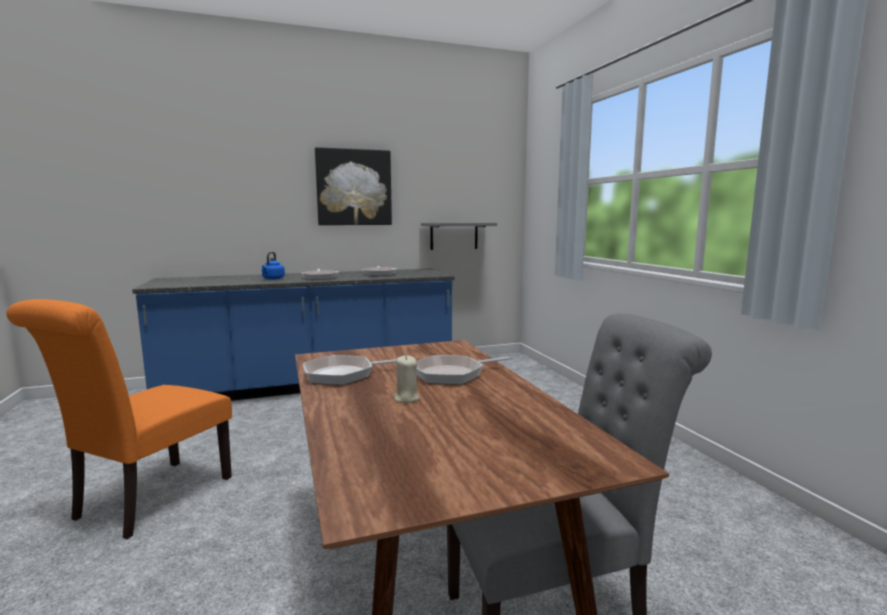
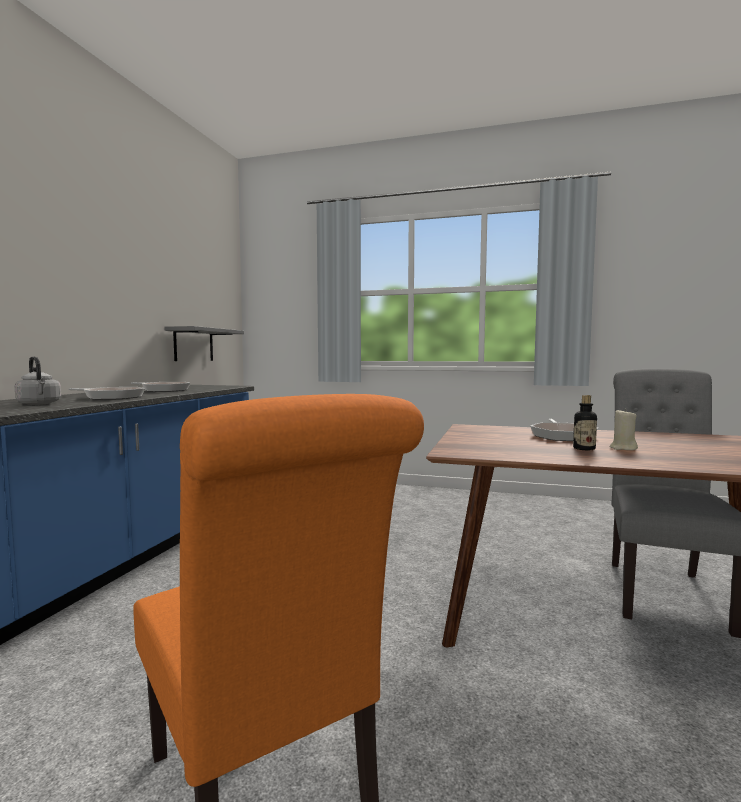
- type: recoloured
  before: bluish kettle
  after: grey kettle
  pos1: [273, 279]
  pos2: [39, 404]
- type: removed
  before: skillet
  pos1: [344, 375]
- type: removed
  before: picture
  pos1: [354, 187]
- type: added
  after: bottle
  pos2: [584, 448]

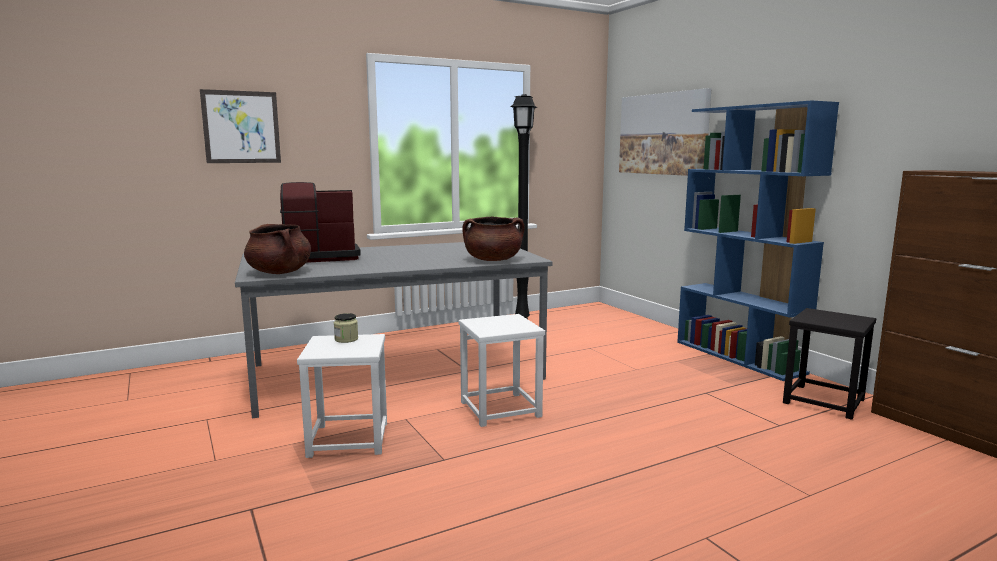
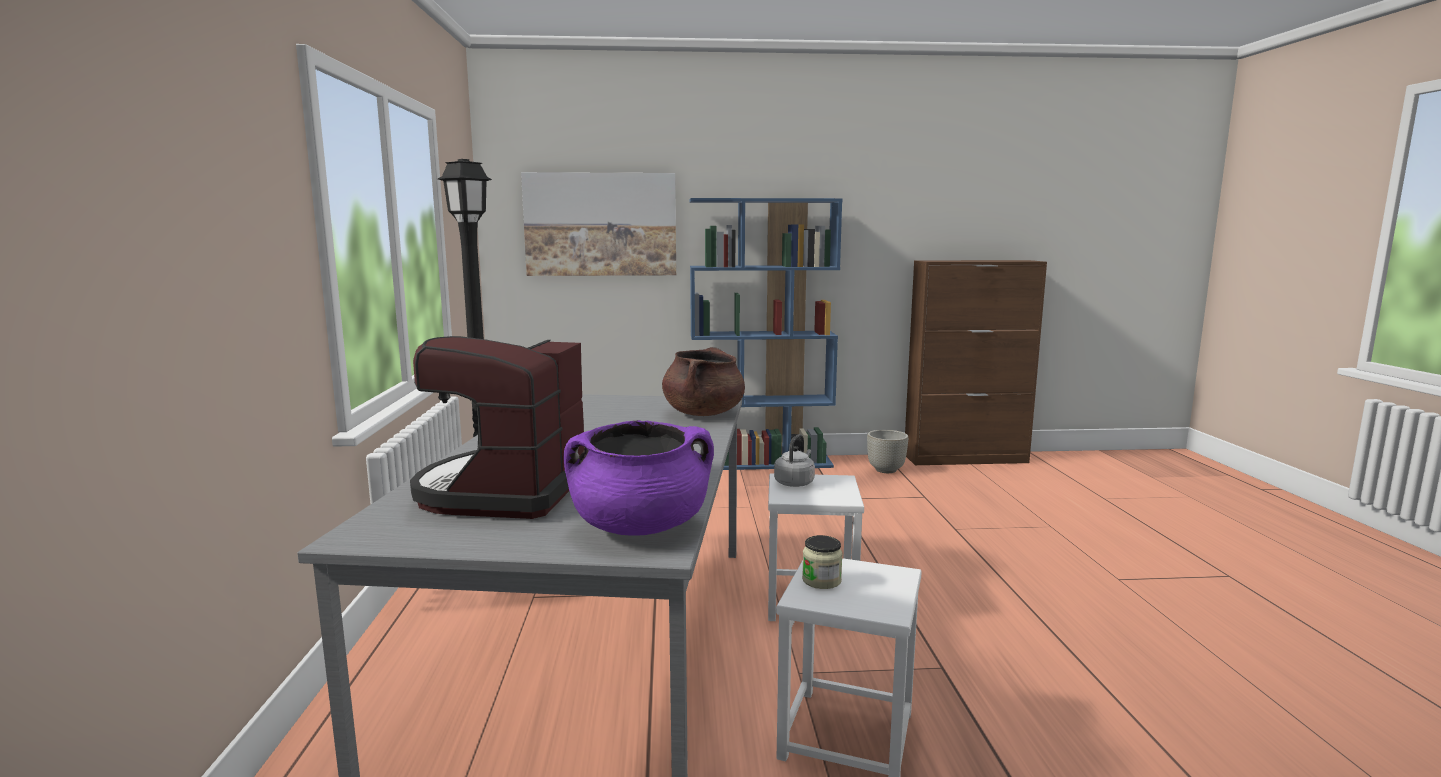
- type: removed
  before: picture
  pos1: [241, 127]
- type: recoloured
  before: brown-coloured cooking pot
  after: purple cooking pot
  pos1: [280, 272]
  pos2: [641, 527]
- type: replaced
  before: black stool seat
  after: grey plant pot
  pos1: [823, 401]
  pos2: [886, 470]
- type: added
  after: grey kettle
  pos2: [795, 482]

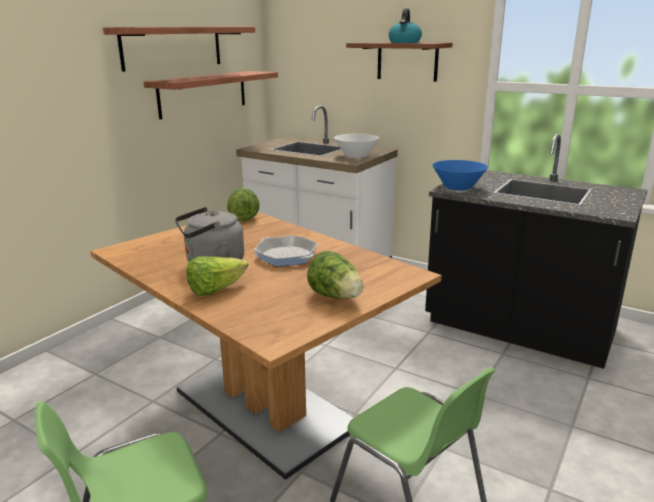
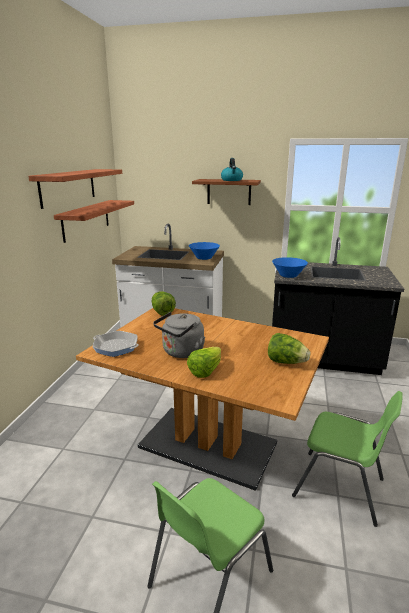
- type: moved
  before: skillet
  pos1: [286, 256]
  pos2: [116, 347]
- type: recoloured
  before: whitish deep dish
  after: bluish deep dish
  pos1: [356, 156]
  pos2: [204, 258]

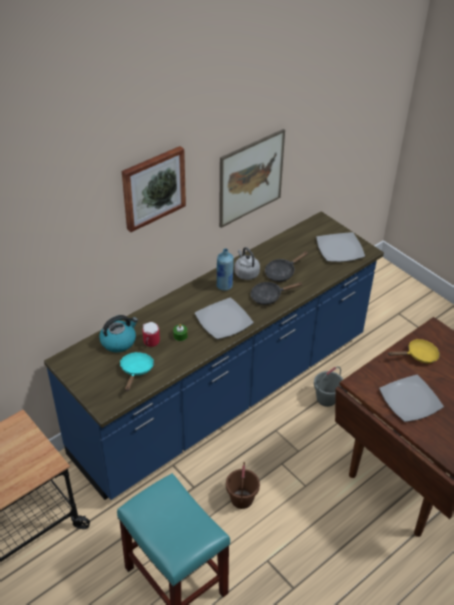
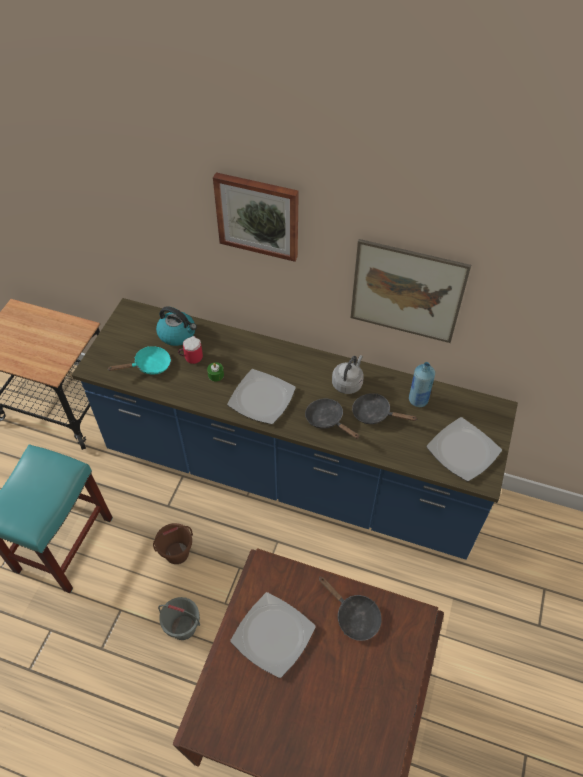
- type: moved
  before: bluish bottle
  pos1: [224, 286]
  pos2: [418, 400]
- type: moved
  before: grey pail
  pos1: [326, 398]
  pos2: [183, 627]
- type: recoloured
  before: yellow skillet
  after: black skillet
  pos1: [418, 355]
  pos2: [354, 616]

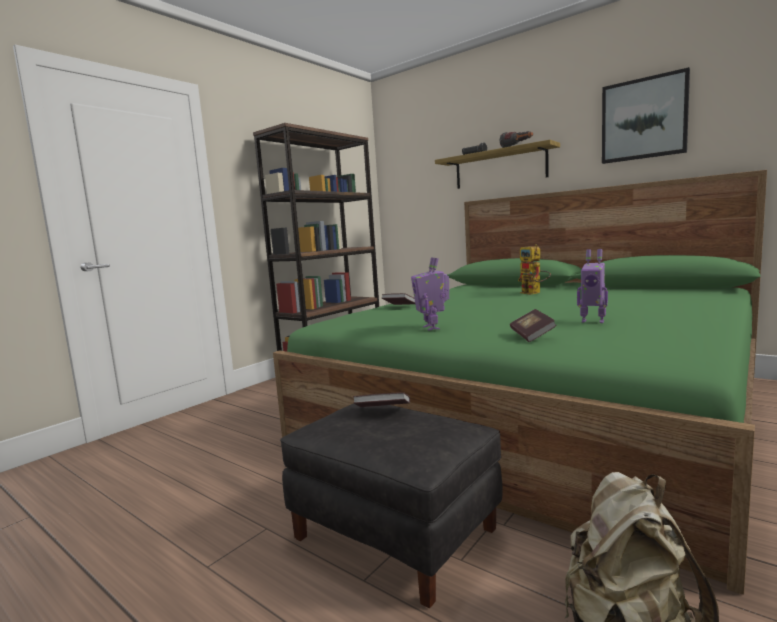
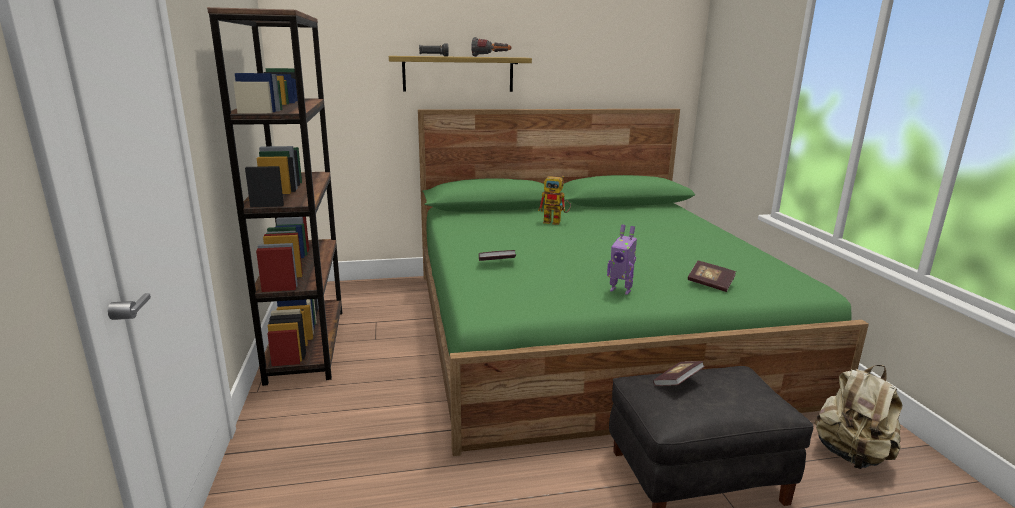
- type: removed
  before: robot figure
  pos1: [593, 321]
- type: removed
  before: picture
  pos1: [643, 119]

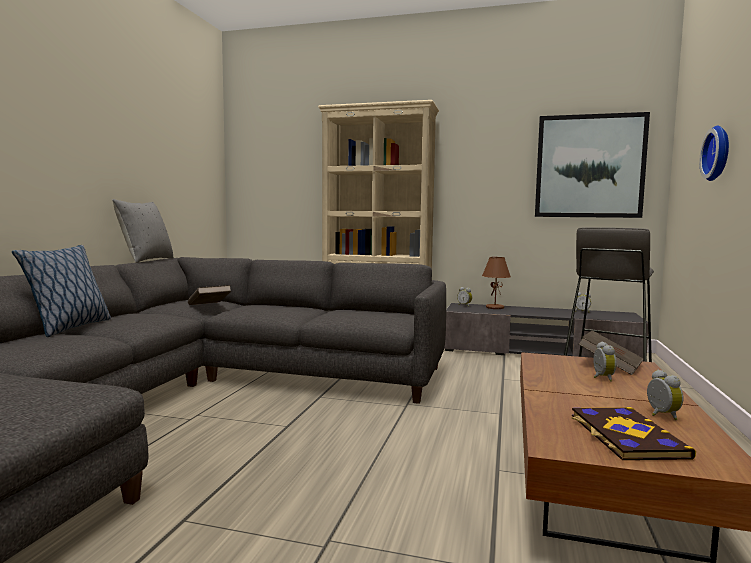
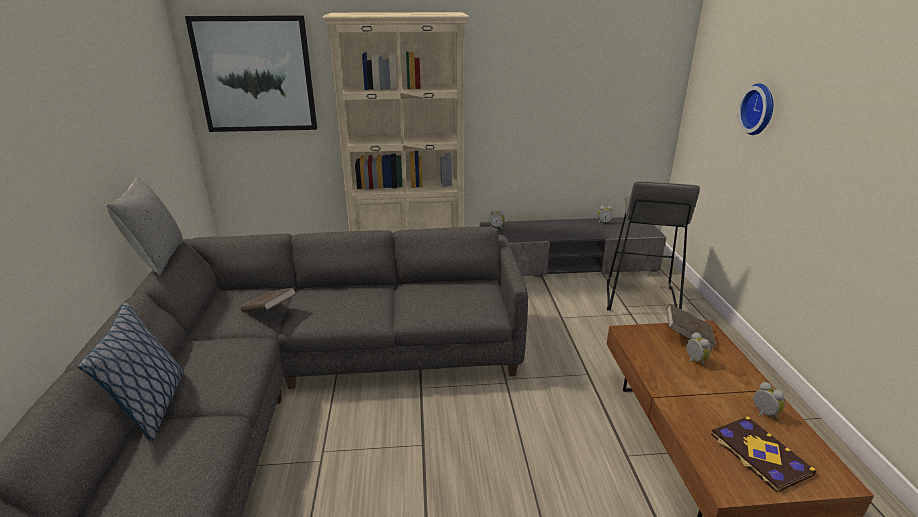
- type: removed
  before: brown-coloured tabletop lamp
  pos1: [495, 307]
- type: moved
  before: picture
  pos1: [589, 166]
  pos2: [255, 75]

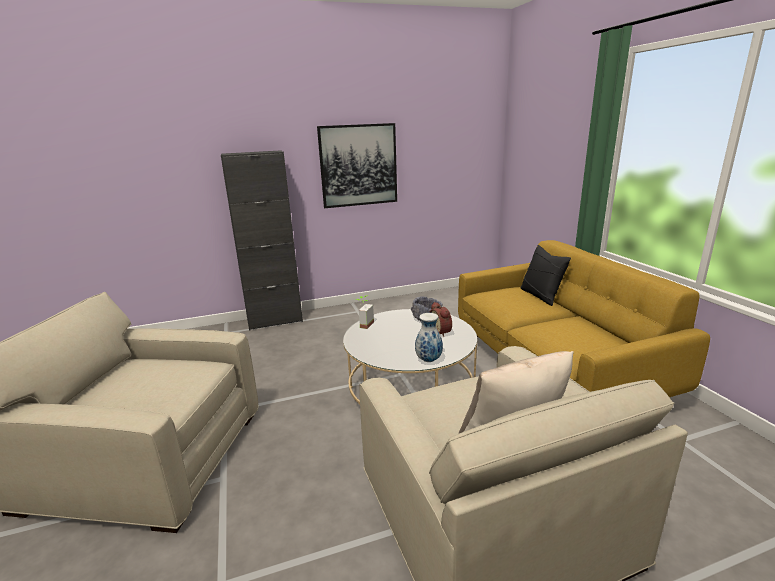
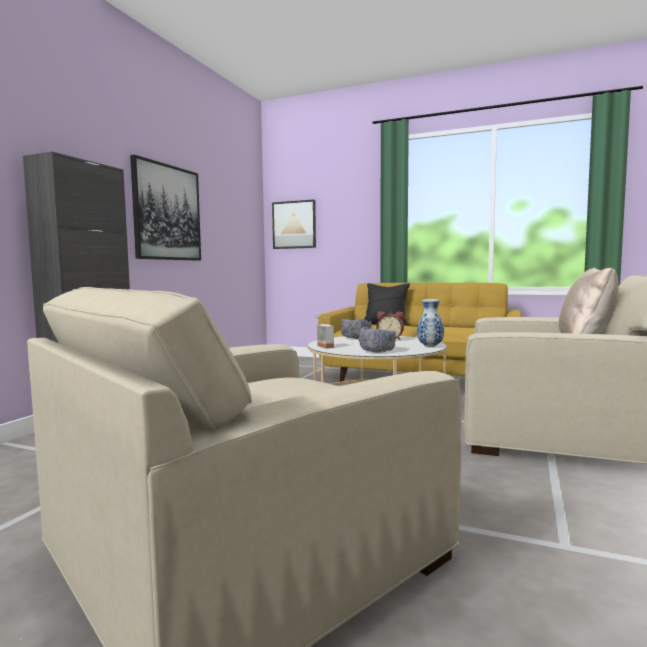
- type: added
  after: picture
  pos2: [294, 225]
- type: added
  after: grey deep dish
  pos2: [377, 351]

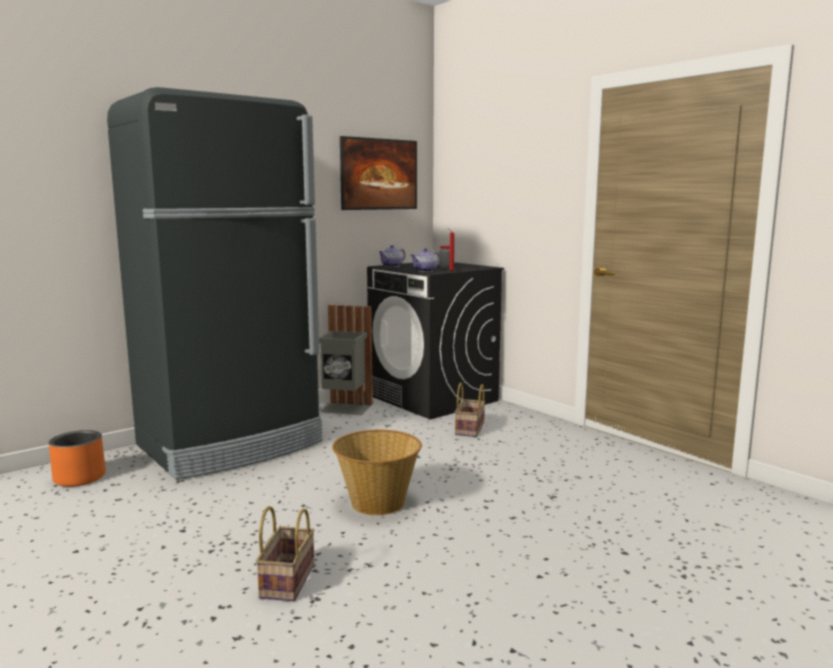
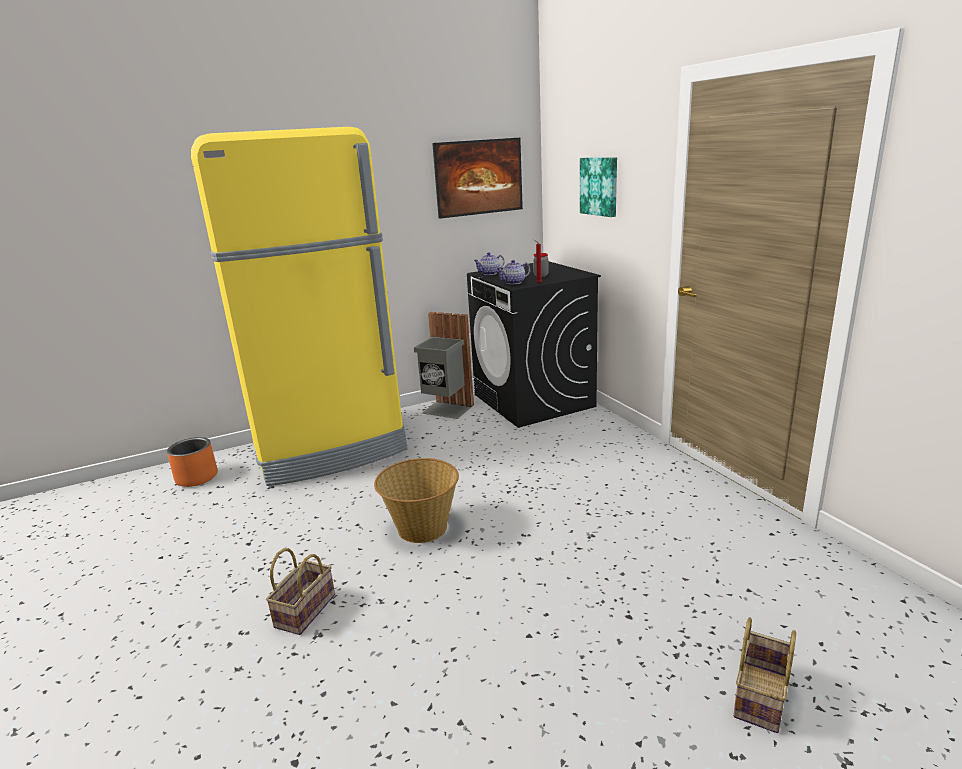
- type: recoloured
  before: black fridge
  after: yellow fridge
  pos1: [232, 445]
  pos2: [330, 448]
- type: moved
  before: household basket
  pos1: [470, 429]
  pos2: [761, 699]
- type: added
  after: picture
  pos2: [600, 186]

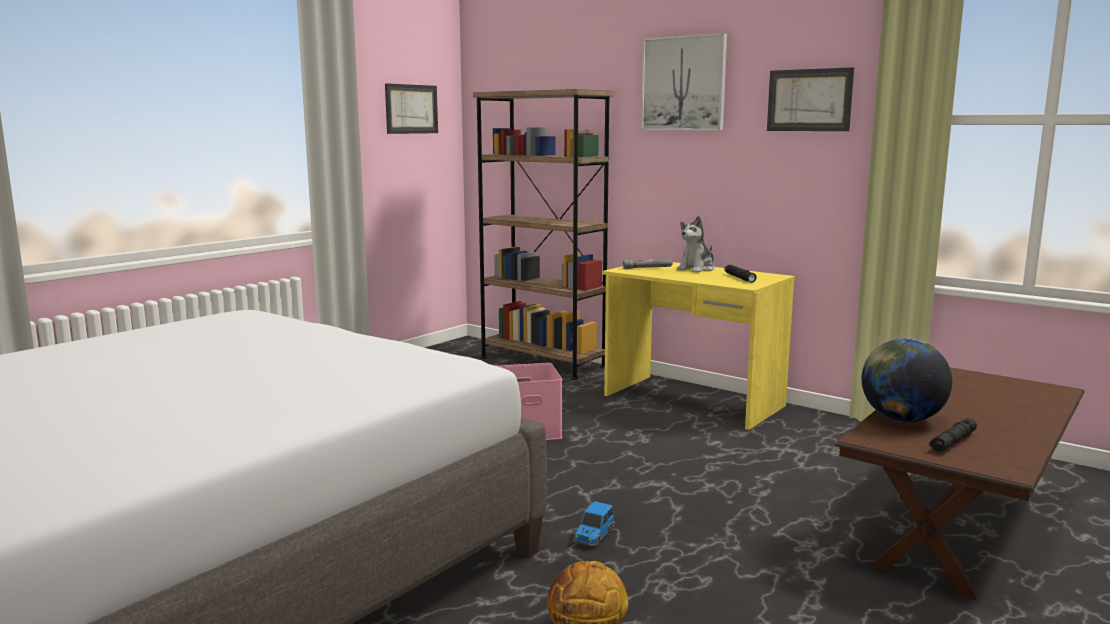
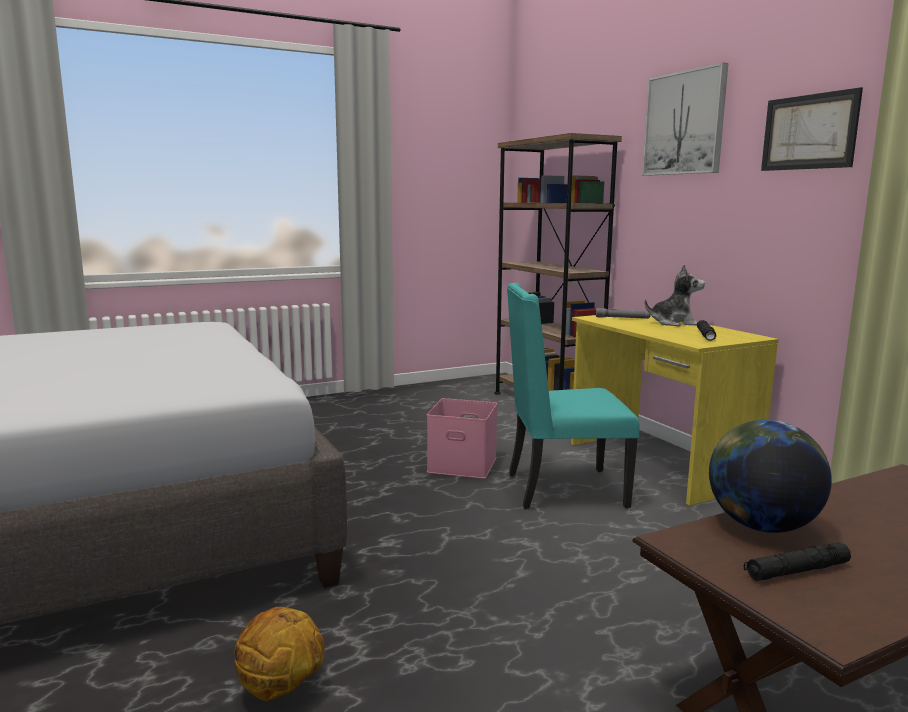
- type: removed
  before: picture
  pos1: [411, 109]
- type: removed
  before: miniature car
  pos1: [593, 536]
- type: turned
  before: plush toy
  pos1: [697, 269]
  pos2: [674, 323]
  turn: -150
- type: added
  after: blue-green upright chair
  pos2: [562, 490]

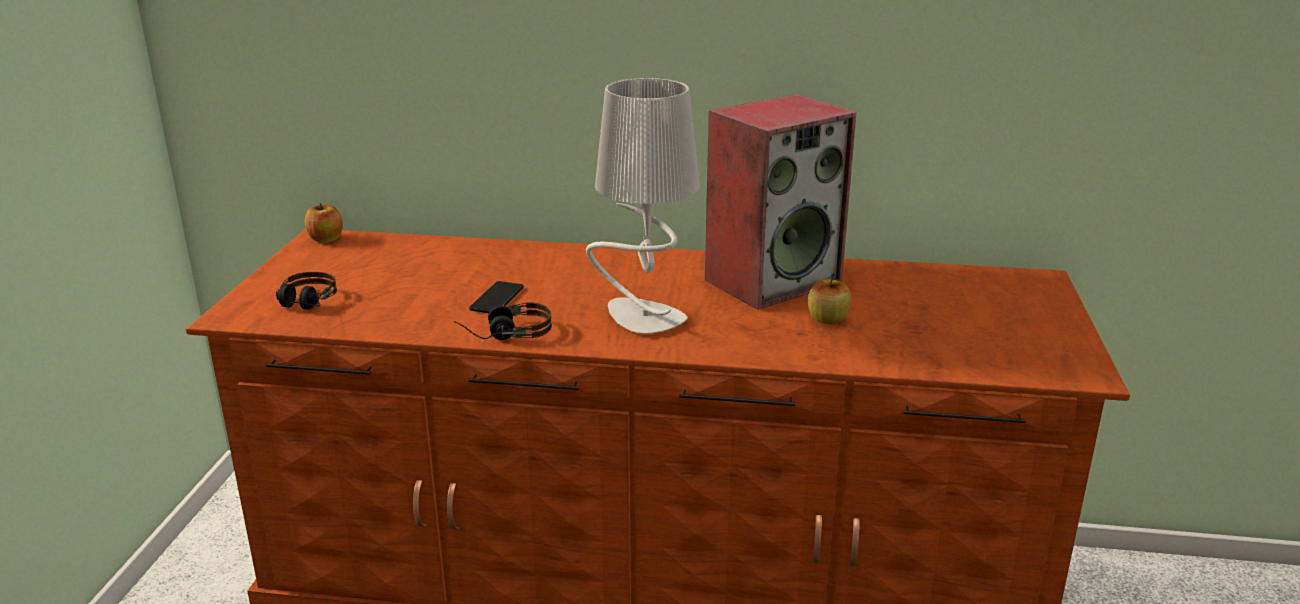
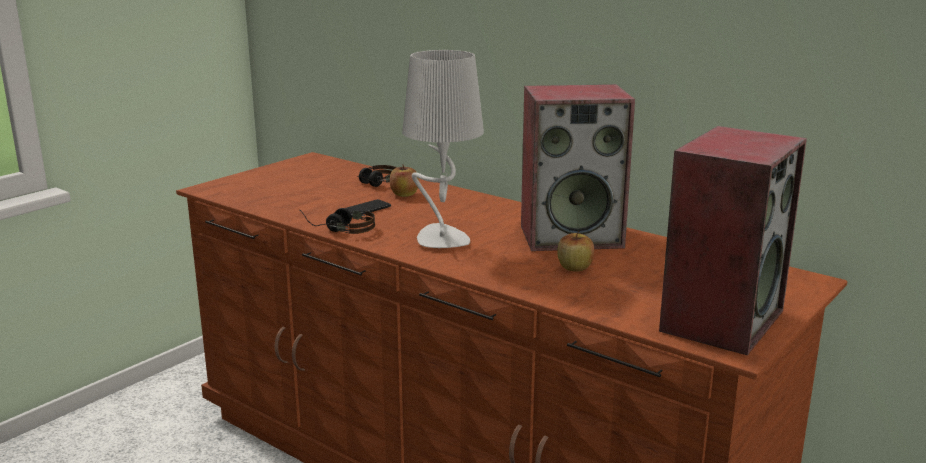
- type: moved
  before: headphones
  pos1: [304, 306]
  pos2: [373, 185]
- type: moved
  before: apple fruit
  pos1: [326, 239]
  pos2: [404, 194]
- type: added
  after: loudspeaker
  pos2: [721, 319]

